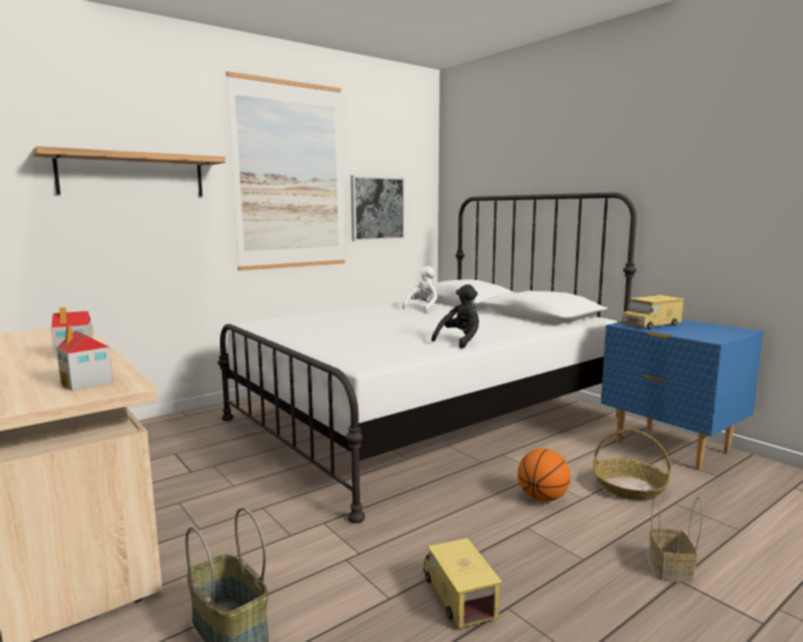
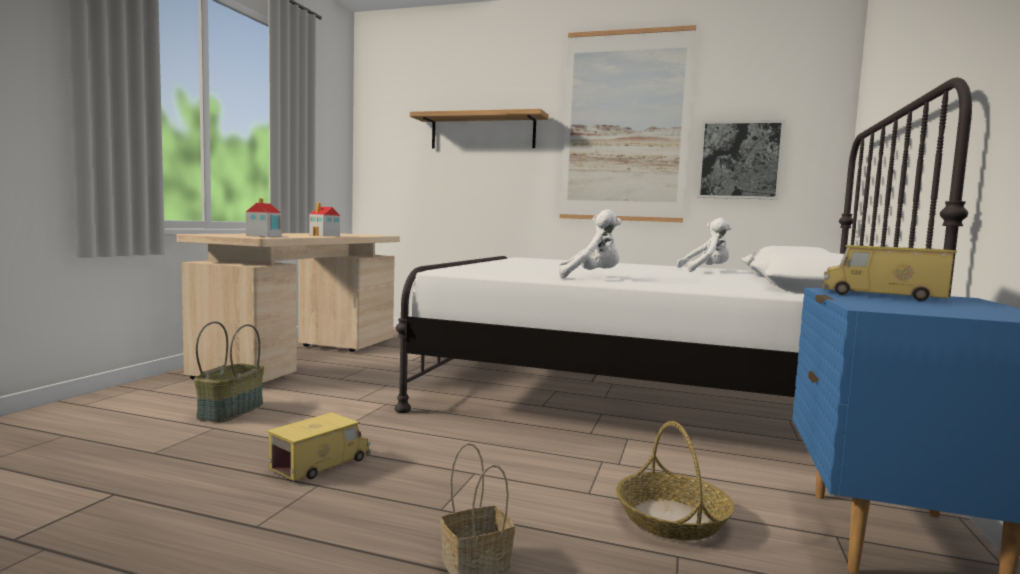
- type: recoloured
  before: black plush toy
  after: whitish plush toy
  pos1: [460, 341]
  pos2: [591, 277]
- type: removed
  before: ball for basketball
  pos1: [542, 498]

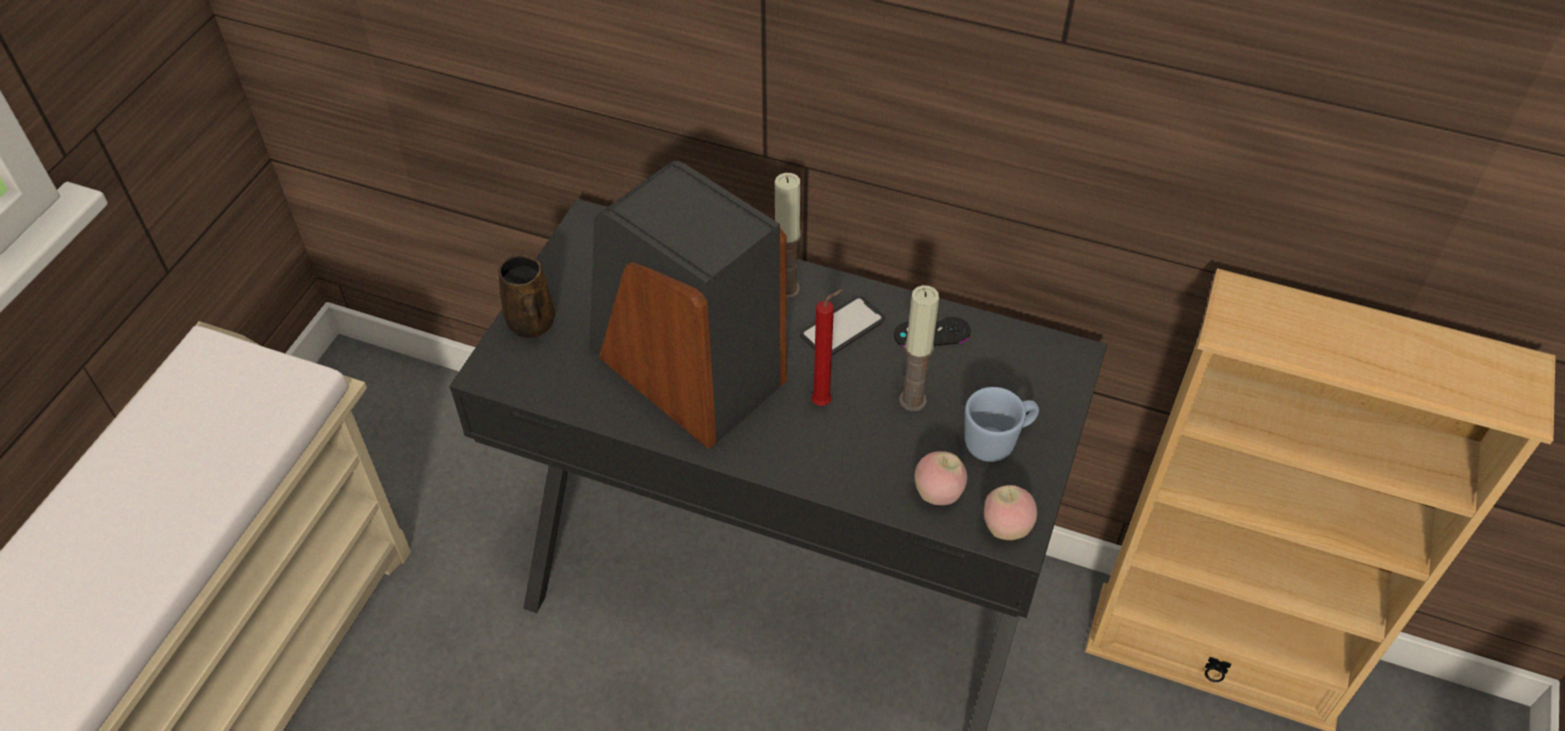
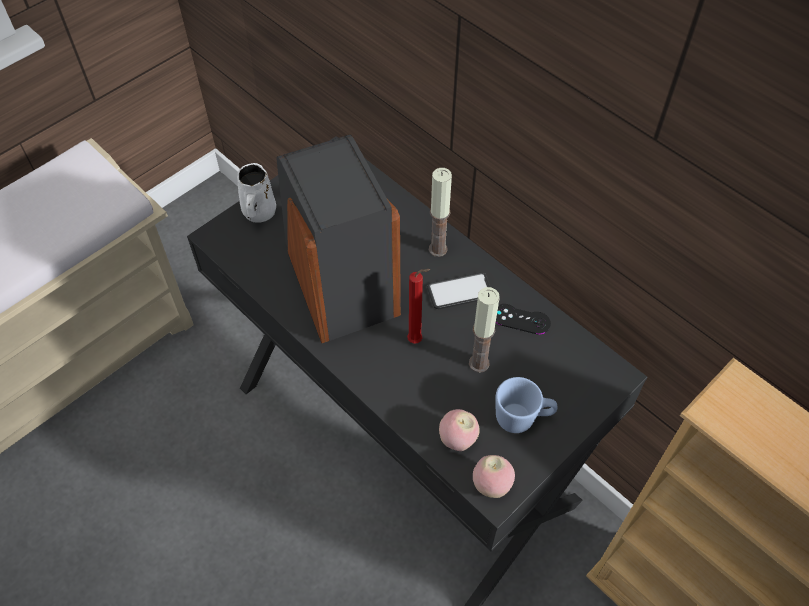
- type: recoloured
  before: brown-coloured coffee mug
  after: whitish coffee mug
  pos1: [531, 324]
  pos2: [259, 213]

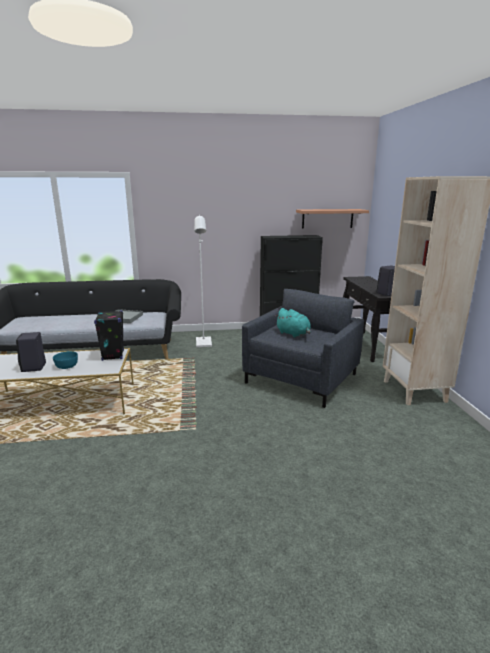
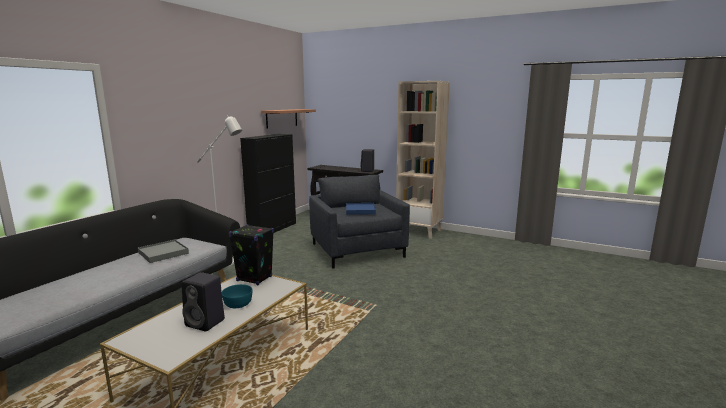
- type: replaced
  before: blue-green plush toy
  after: bluish tray
  pos1: [294, 334]
  pos2: [360, 210]

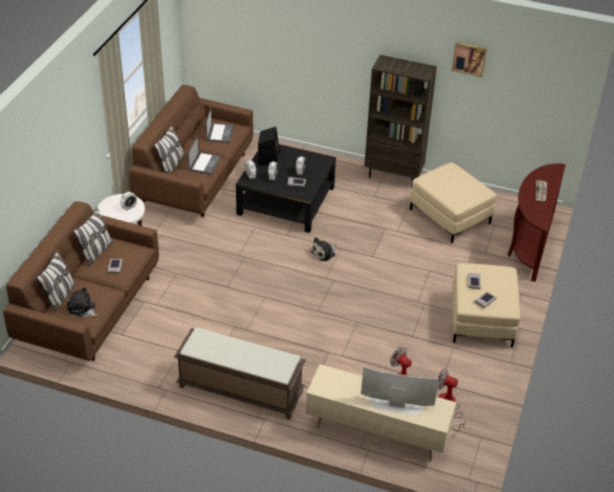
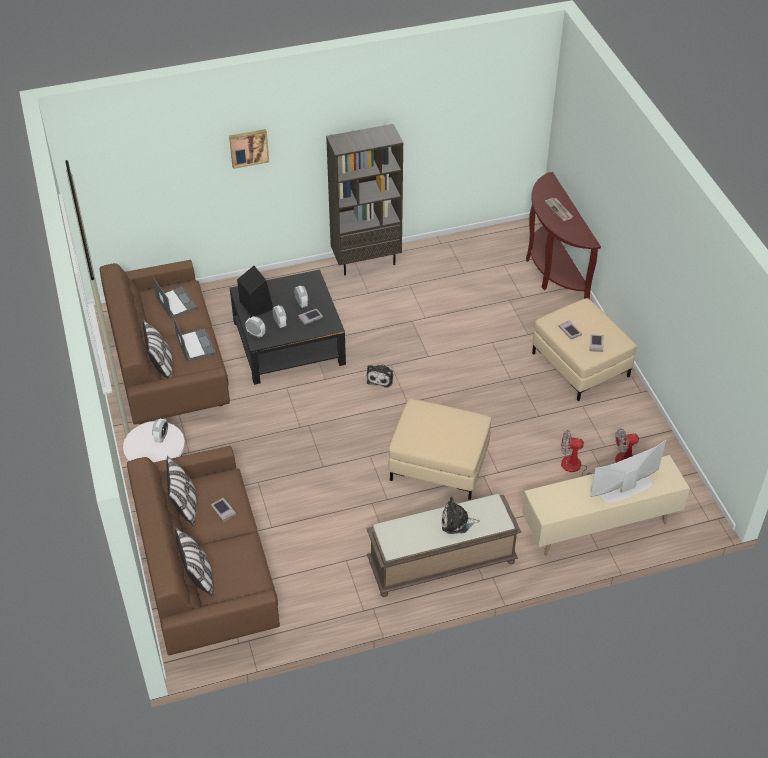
- type: moved
  before: plush toy
  pos1: [82, 308]
  pos2: [457, 522]
- type: moved
  before: sand-coloured pouffe
  pos1: [450, 216]
  pos2: [439, 464]
- type: moved
  before: picture
  pos1: [469, 58]
  pos2: [248, 147]

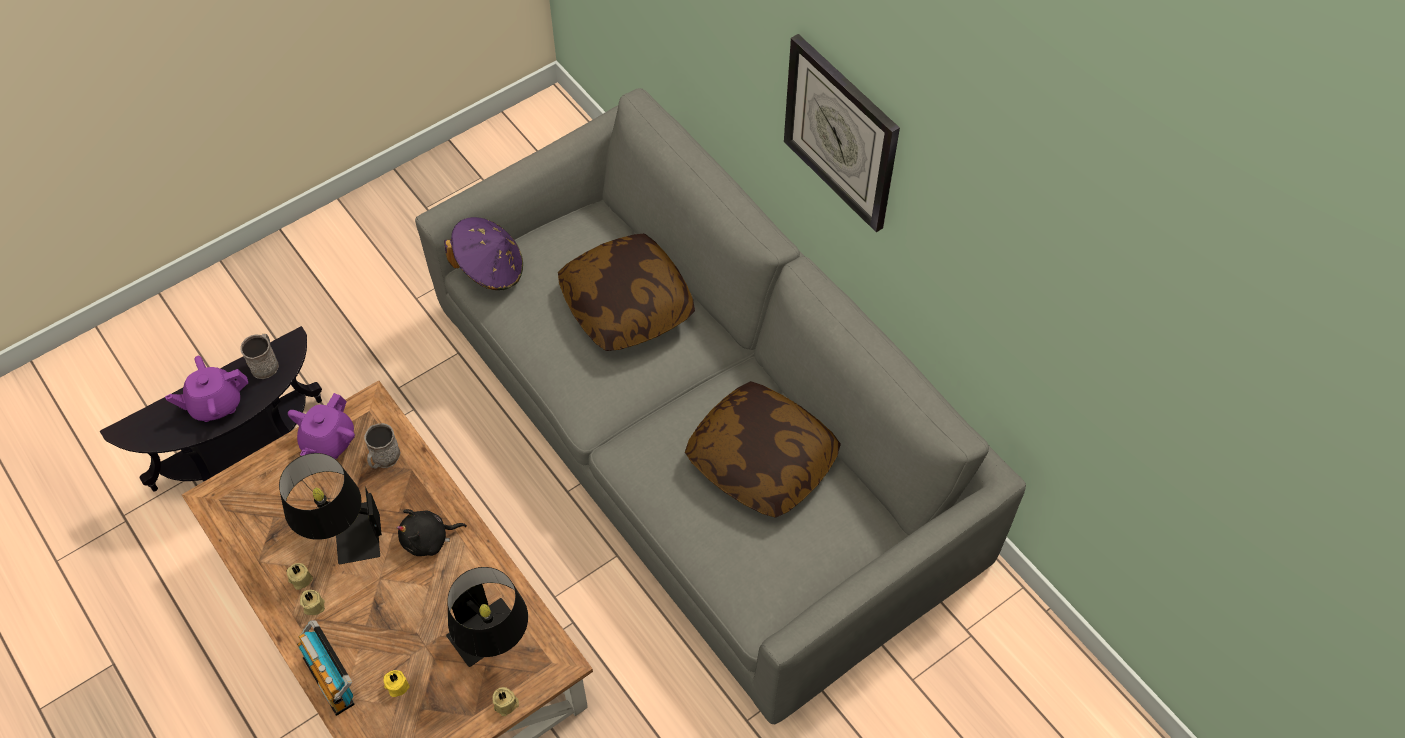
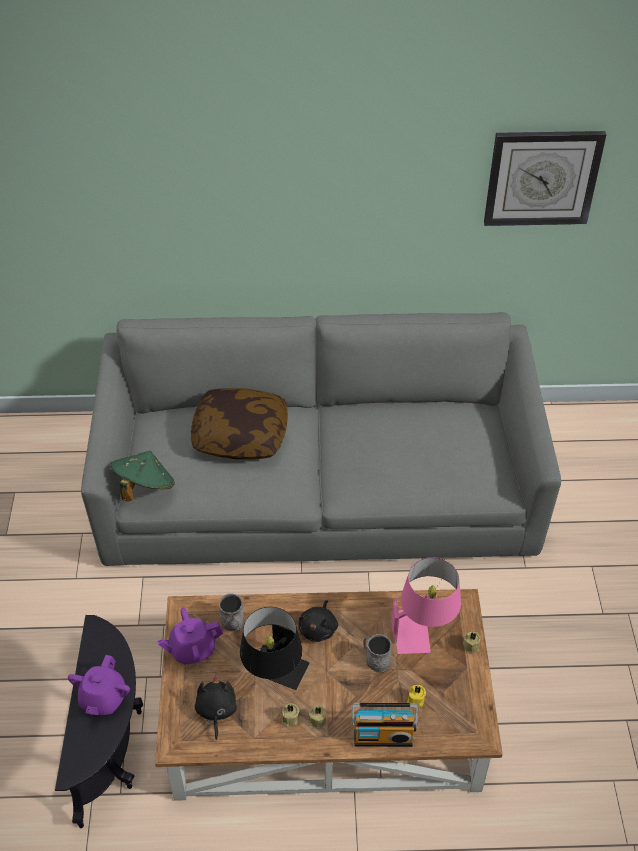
- type: moved
  before: grey coffee mug
  pos1: [266, 363]
  pos2: [375, 659]
- type: turned
  before: purple tea pot
  pos1: [328, 442]
  pos2: [192, 649]
  turn: 105
- type: recoloured
  before: purple wearable hat
  after: green wearable hat
  pos1: [490, 269]
  pos2: [144, 487]
- type: recoloured
  before: black tabletop lamp
  after: pink-coloured tabletop lamp
  pos1: [494, 643]
  pos2: [422, 630]
- type: removed
  before: pillow
  pos1: [762, 461]
- type: moved
  before: clock on the wall
  pos1: [841, 133]
  pos2: [542, 178]
- type: added
  after: black plush toy
  pos2: [216, 711]

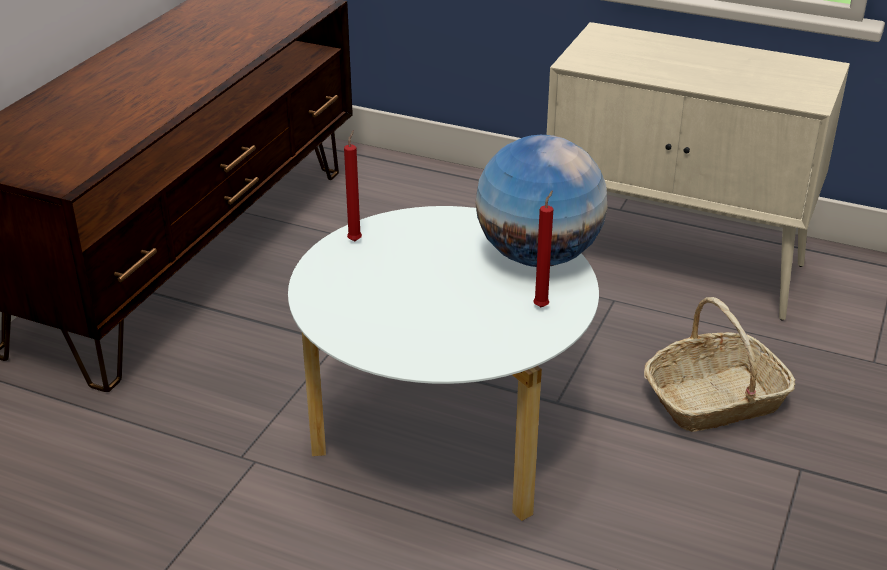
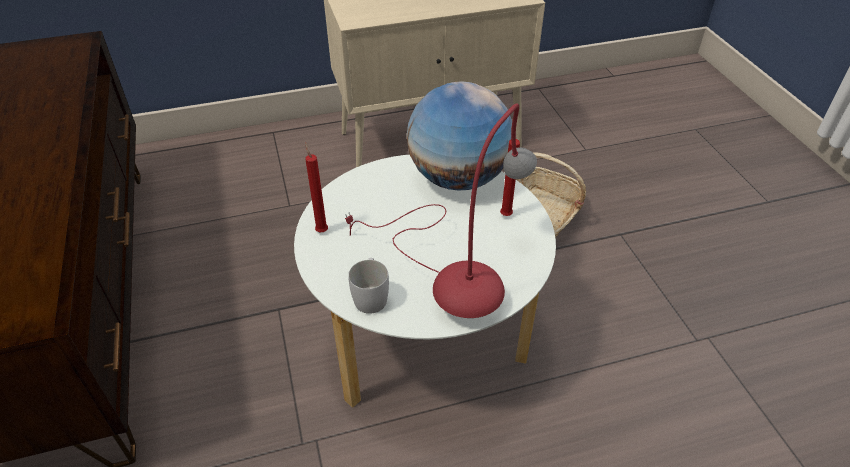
- type: added
  after: reddish tabletop lamp
  pos2: [454, 274]
- type: added
  after: whitish coffee mug
  pos2: [371, 295]

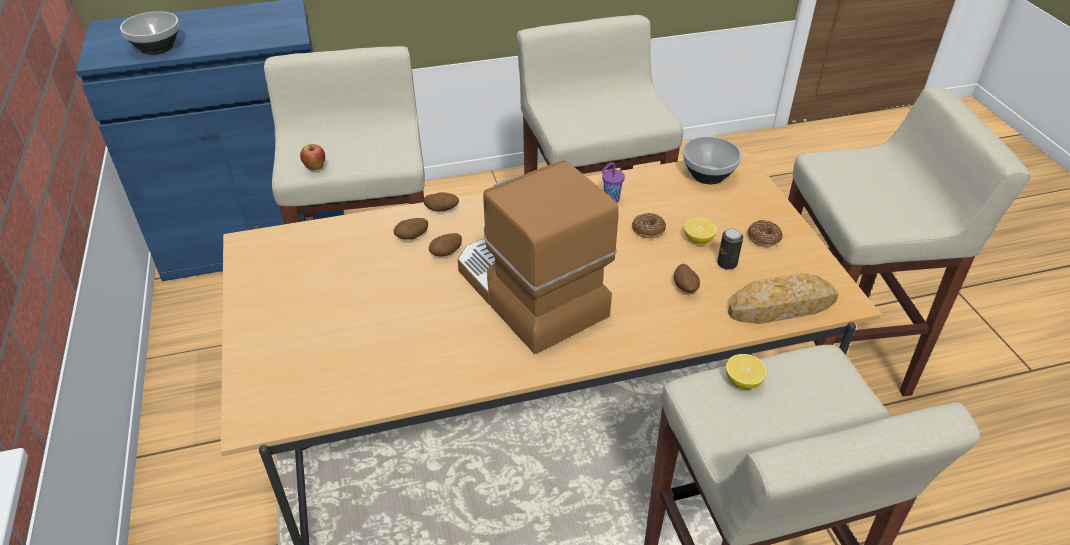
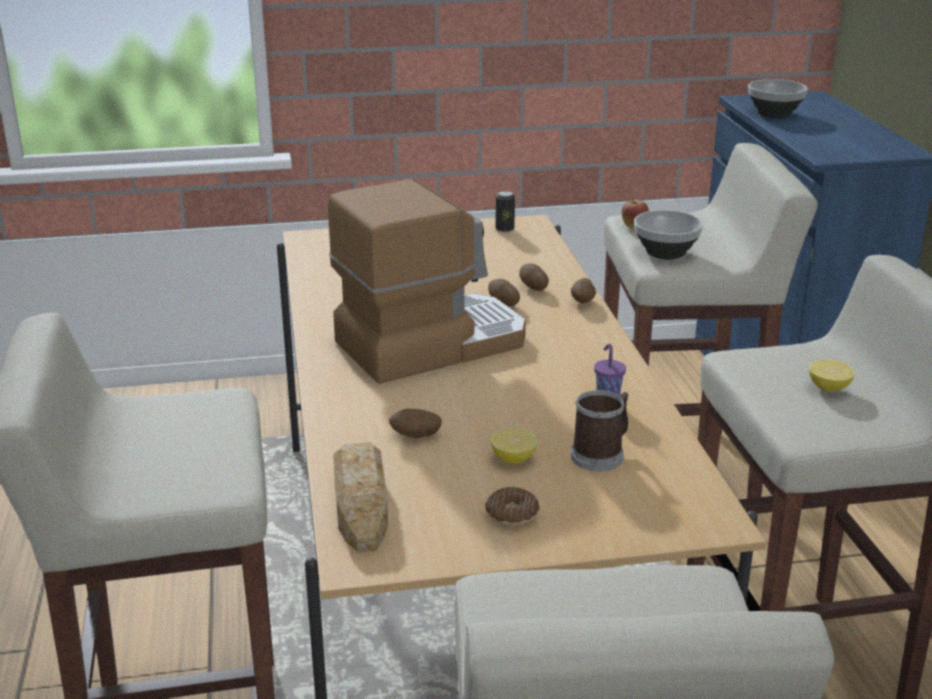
- type: removed
  before: doughnut
  pos1: [648, 230]
- type: moved
  before: deep dish
  pos1: [709, 176]
  pos2: [665, 253]
- type: moved
  before: metal can
  pos1: [727, 264]
  pos2: [504, 229]
- type: moved
  before: lemon
  pos1: [743, 381]
  pos2: [828, 388]
- type: added
  after: coffee mug
  pos2: [601, 454]

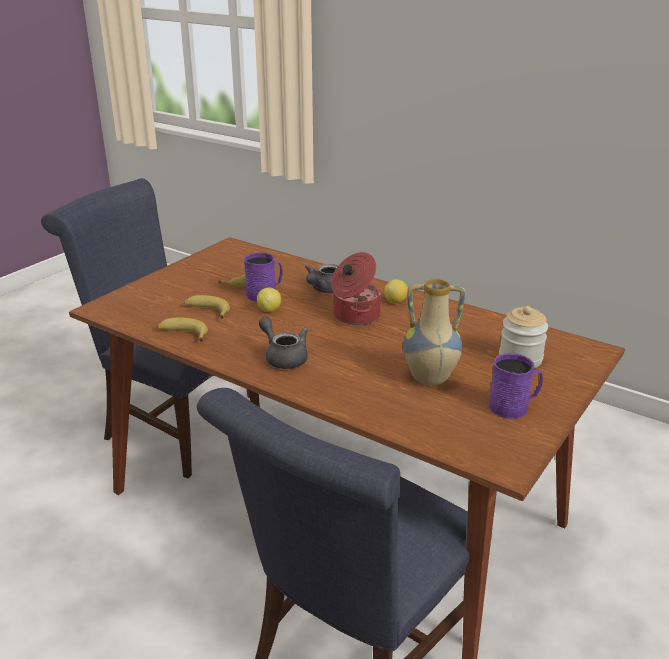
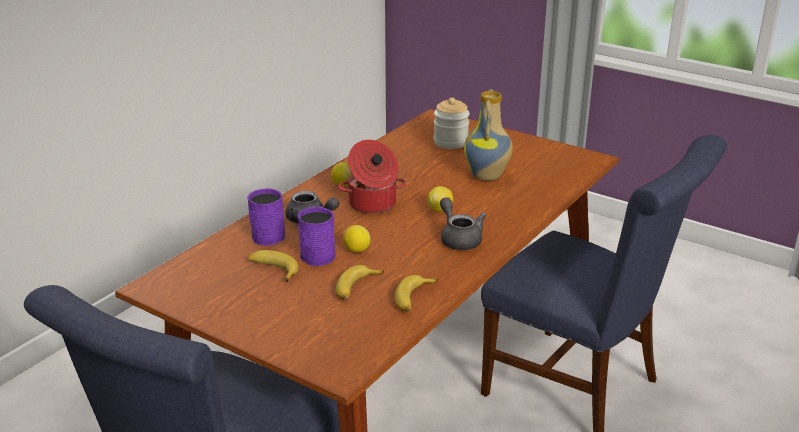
- type: turned
  before: grey tea pot
  pos1: [283, 357]
  pos2: [459, 238]
  turn: 105
- type: moved
  before: purple coffee mug
  pos1: [513, 407]
  pos2: [267, 234]
- type: added
  after: lemon
  pos2: [440, 210]

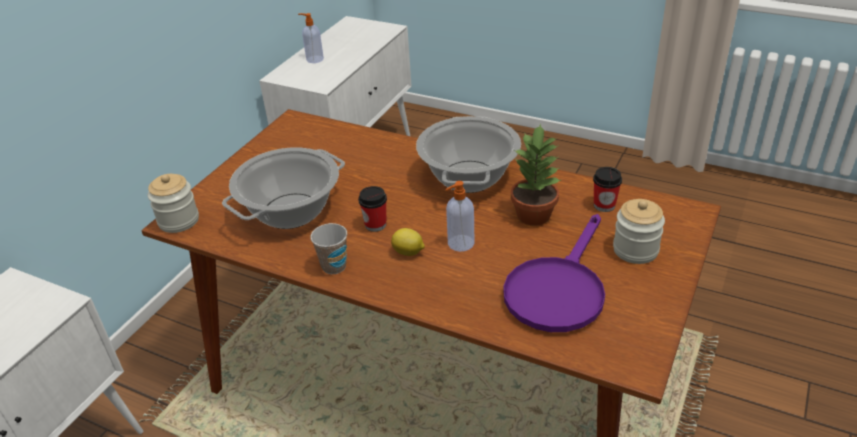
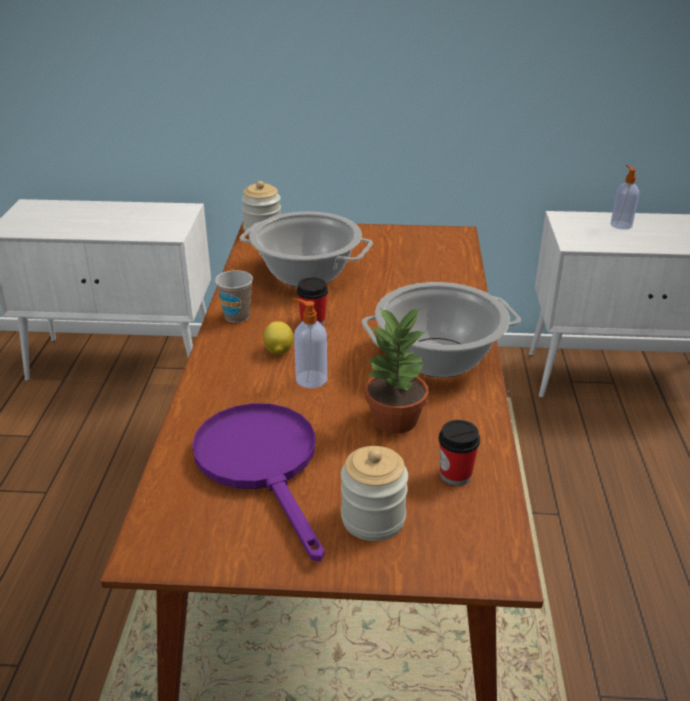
- type: turned
  before: purple skillet
  pos1: [558, 289]
  pos2: [262, 464]
  turn: 60

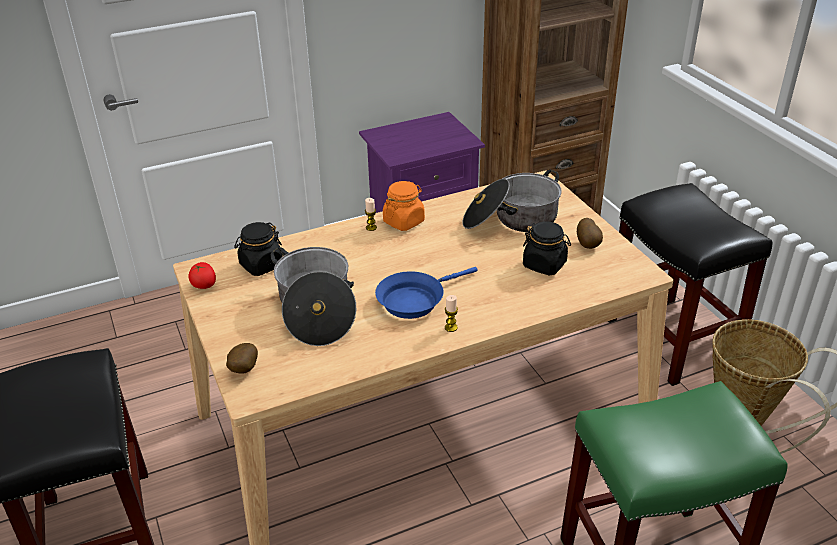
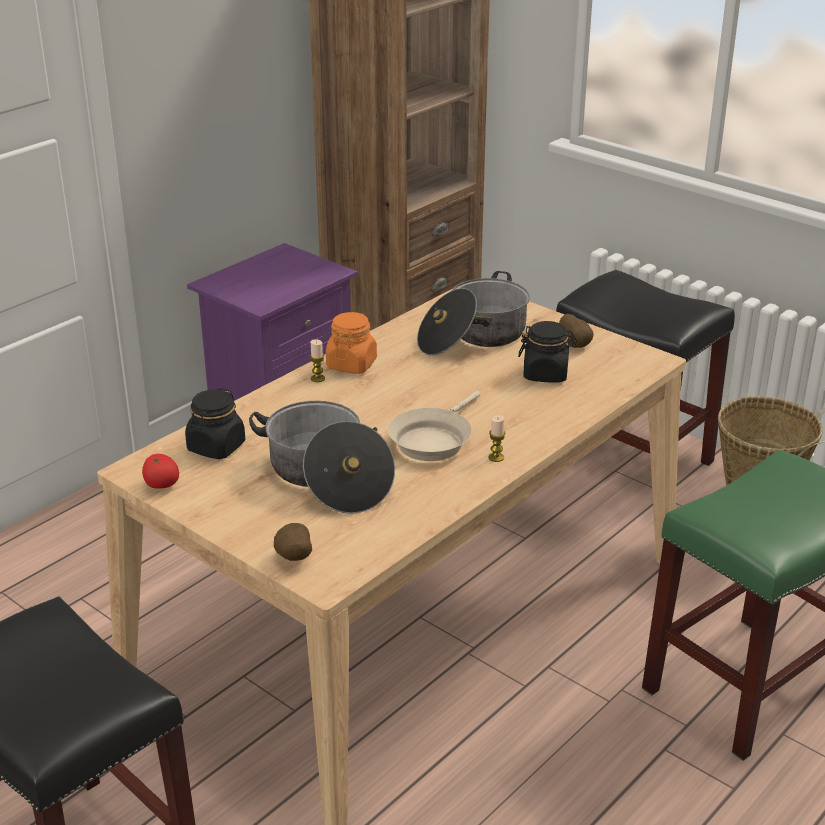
- type: recoloured
  before: bluish skillet
  after: sand-coloured skillet
  pos1: [415, 300]
  pos2: [433, 440]

